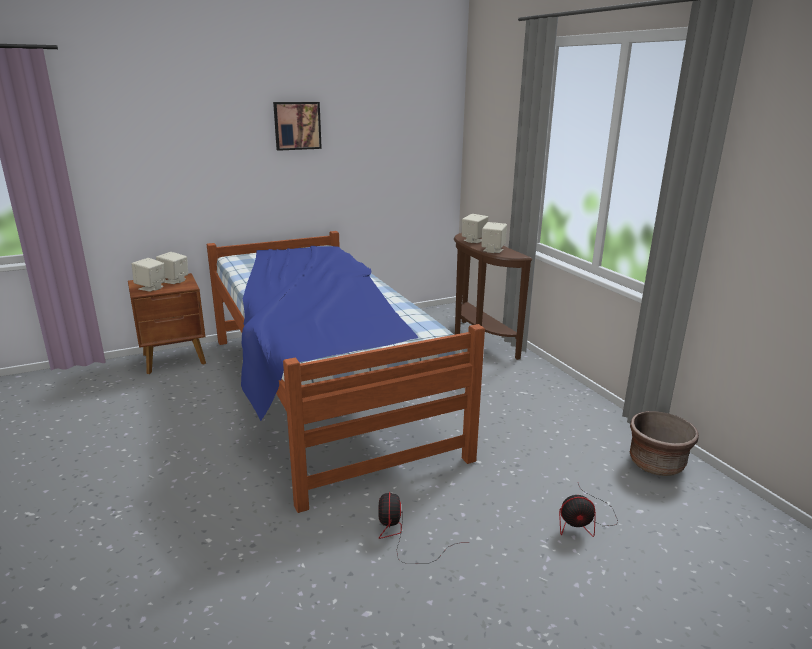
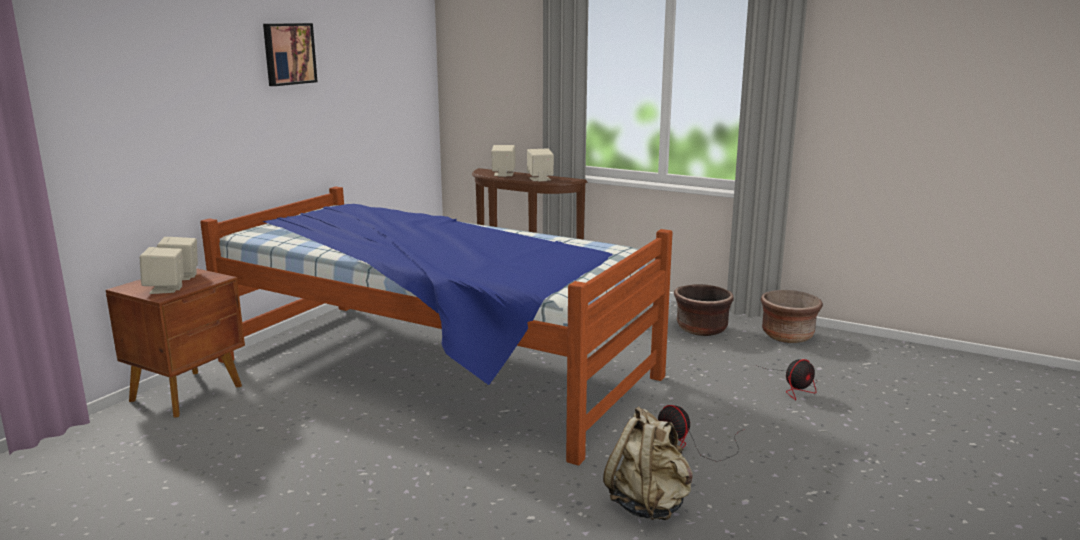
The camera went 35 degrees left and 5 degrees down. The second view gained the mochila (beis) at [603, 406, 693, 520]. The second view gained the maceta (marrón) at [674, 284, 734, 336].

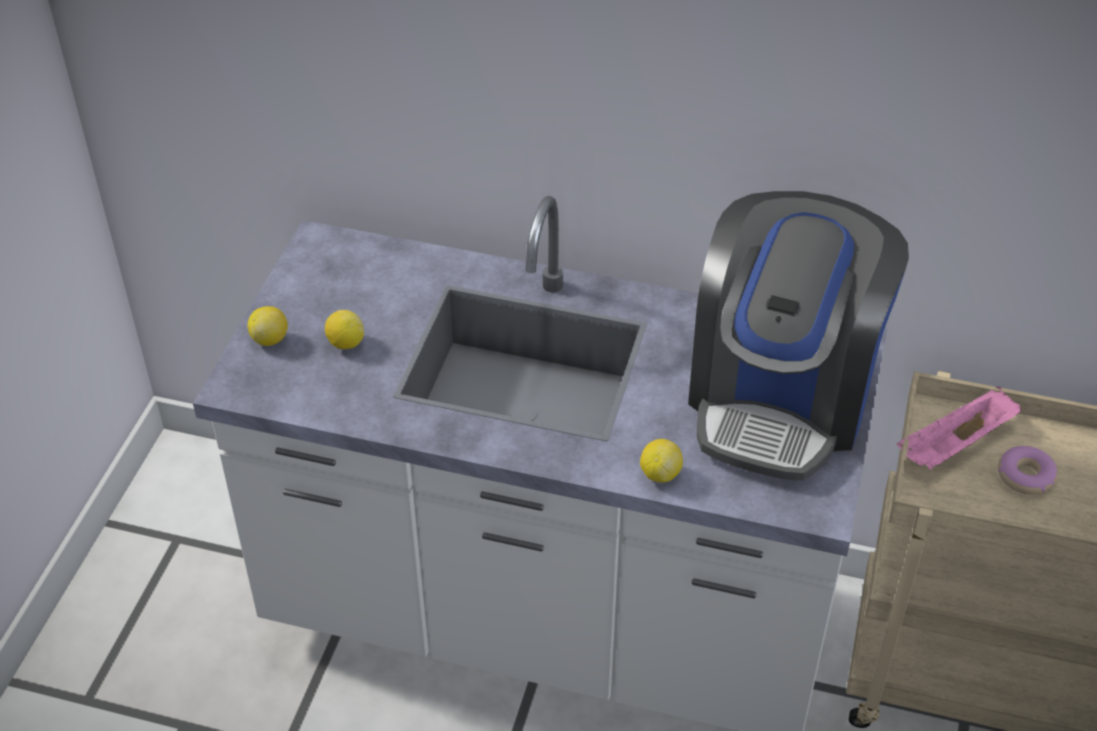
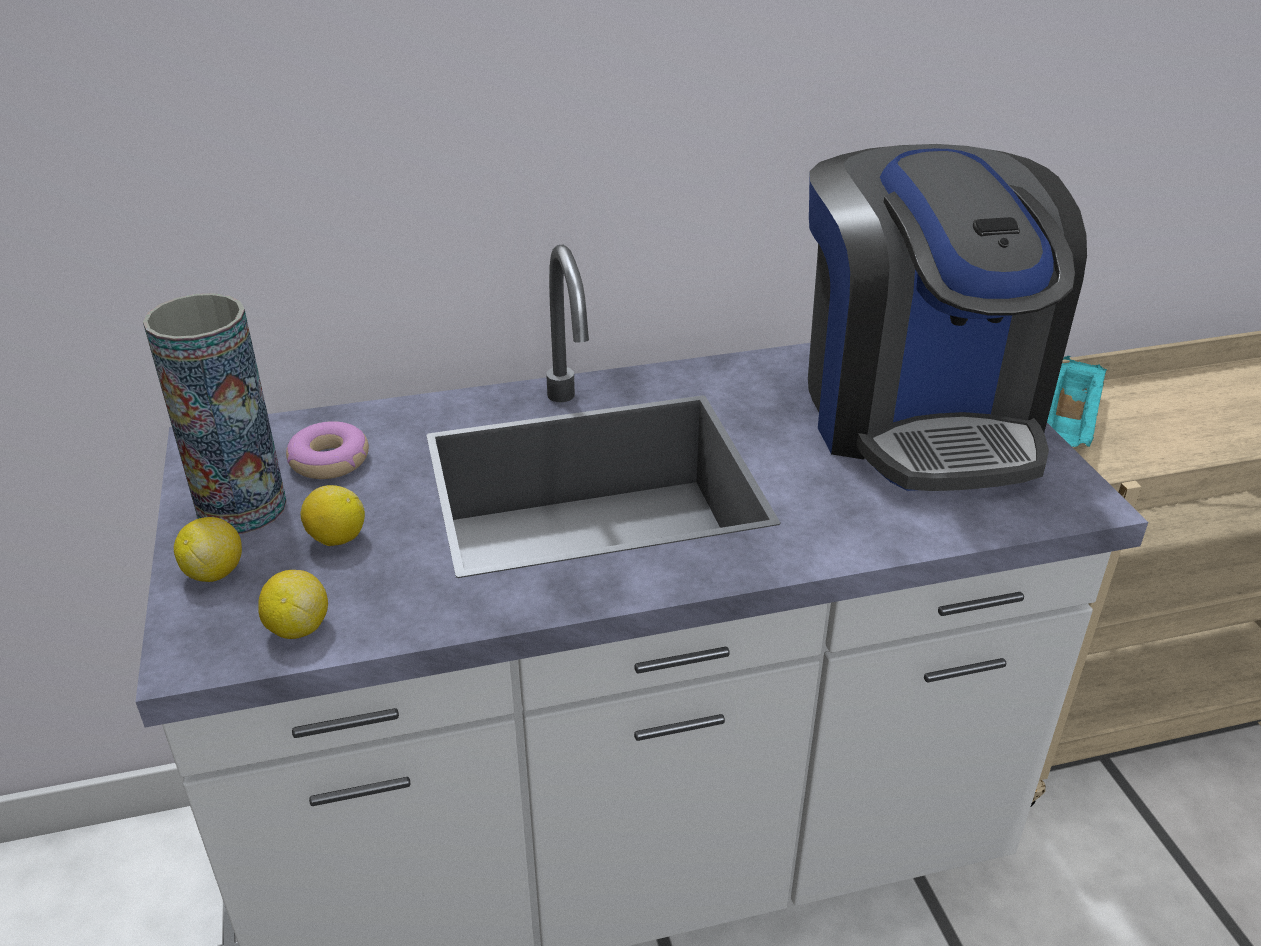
The camera went 30 degrees left and 10 degrees down. The second view gained the florero at [143, 293, 287, 534]. The limón ended up elsewhere, having gone from [640, 439, 683, 483] to [258, 570, 328, 639]. The rosquilla ended up elsewhere, having gone from [998, 446, 1058, 495] to [286, 421, 369, 479]. What was the bandeja (rosa) at [897, 386, 1021, 470] turned into the bandeja (turquesa) at [1047, 356, 1107, 447].

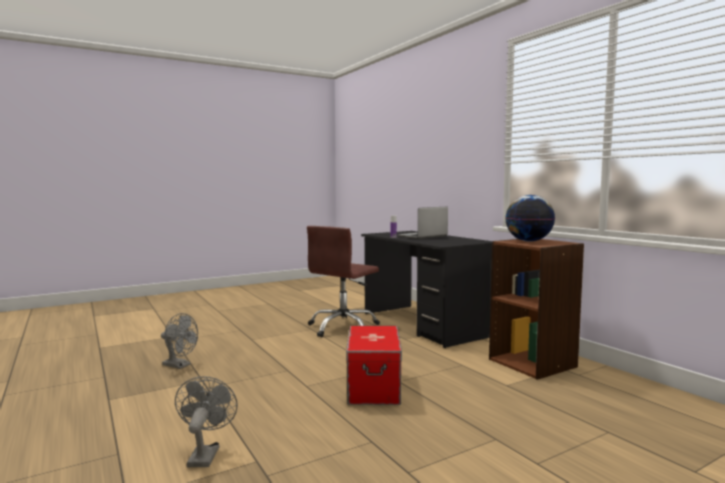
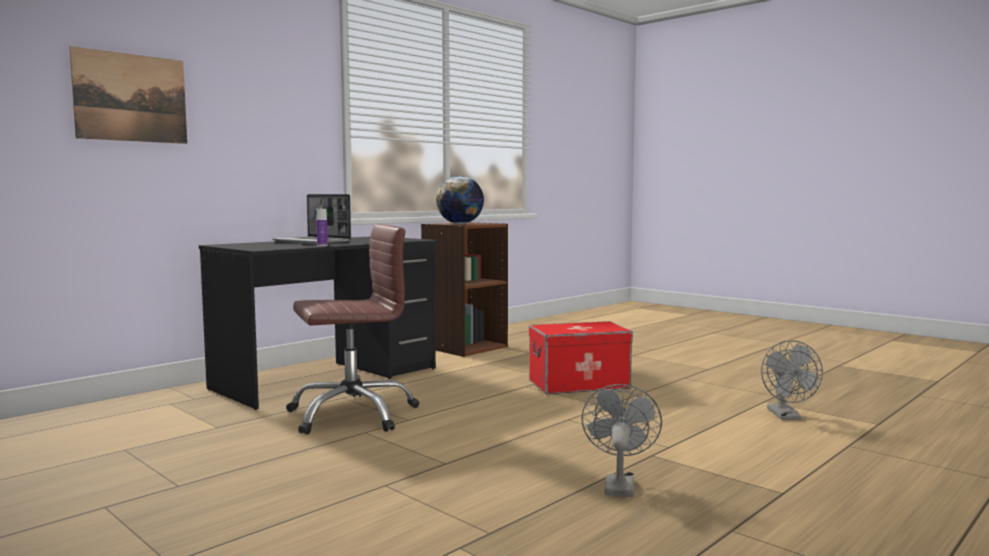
The camera went 105 degrees left and 0 degrees up. The second view gained the cuadro at [70, 46, 187, 144]. The silla de oficina (marrón) at [307, 226, 380, 337] ended up facing another way, 45 degrees counterclockwise from before. The ventilador (gris) at [175, 376, 238, 467] ended up facing another way, 75 degrees counterclockwise from before.

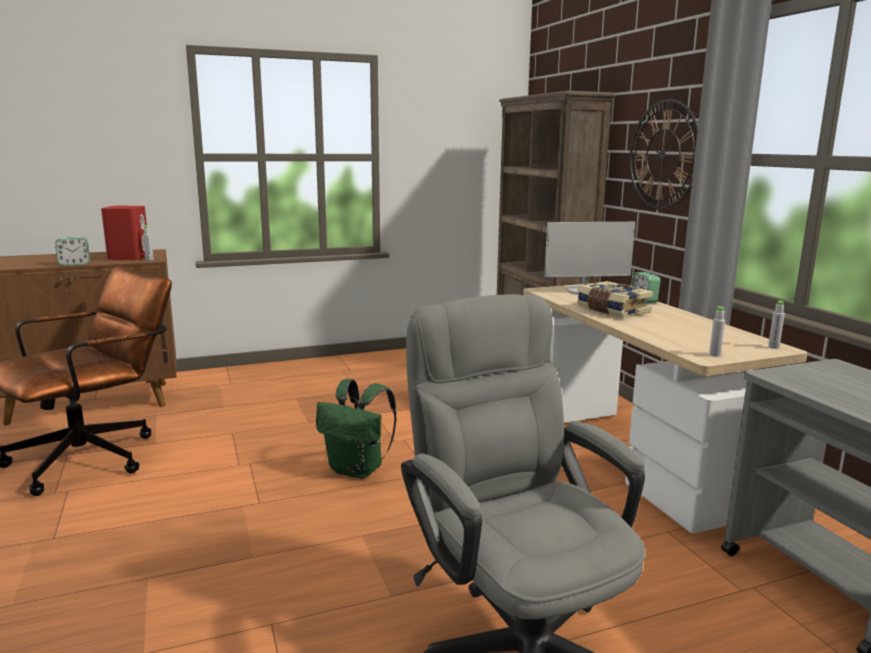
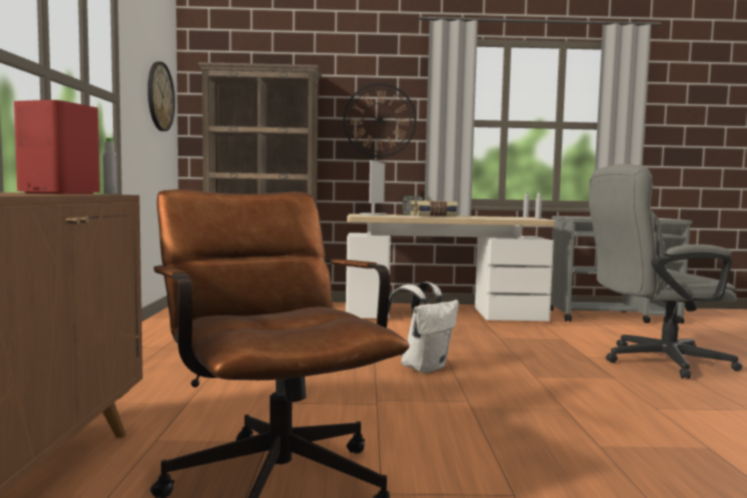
The camera went 70 degrees left and 10 degrees down. The second view gained the reloj de pared at [148, 62, 175, 131]. What was the mochila (verde) at [316, 379, 396, 479] turned into the mochila (blanco) at [388, 282, 459, 374]. The second view lost the despertador at [55, 237, 90, 266].

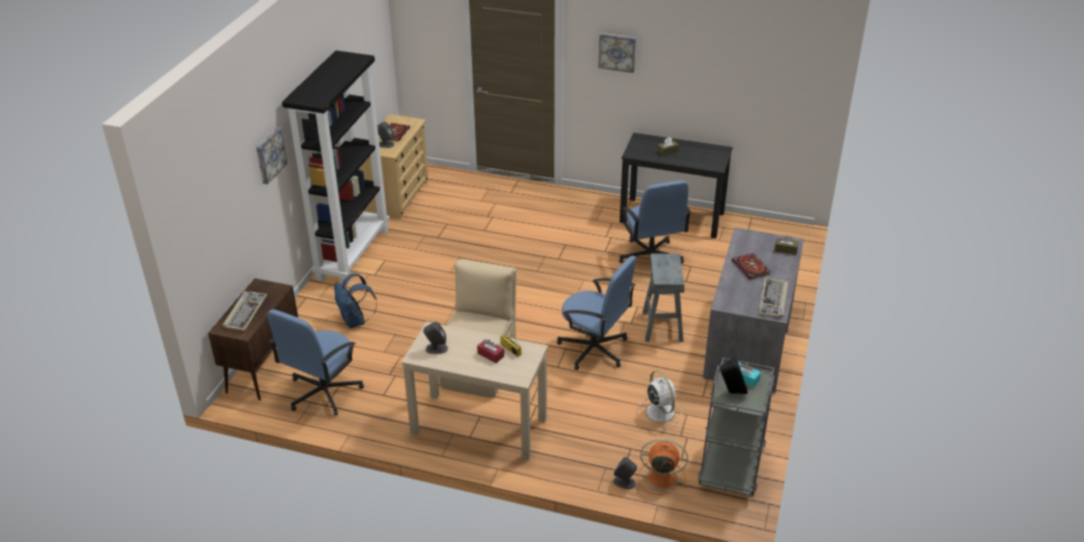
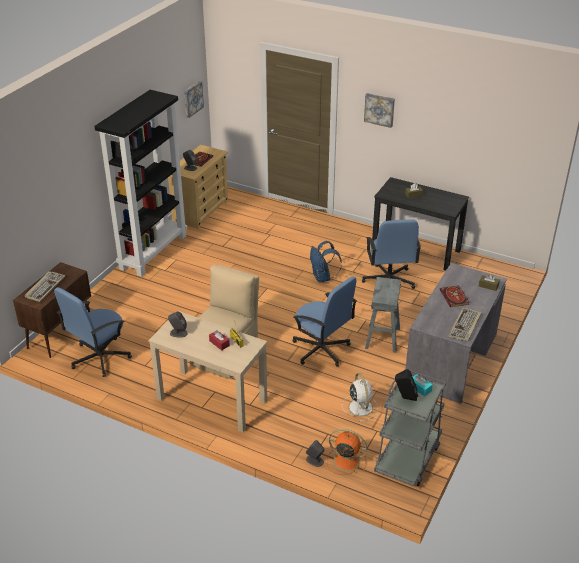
The camera went 10 degrees right and 0 degrees up. The cuadro ended up elsewhere, having gone from [256, 127, 287, 185] to [184, 81, 204, 118]. The mochila (azul) ended up elsewhere, having gone from [335, 273, 377, 329] to [310, 241, 342, 283].

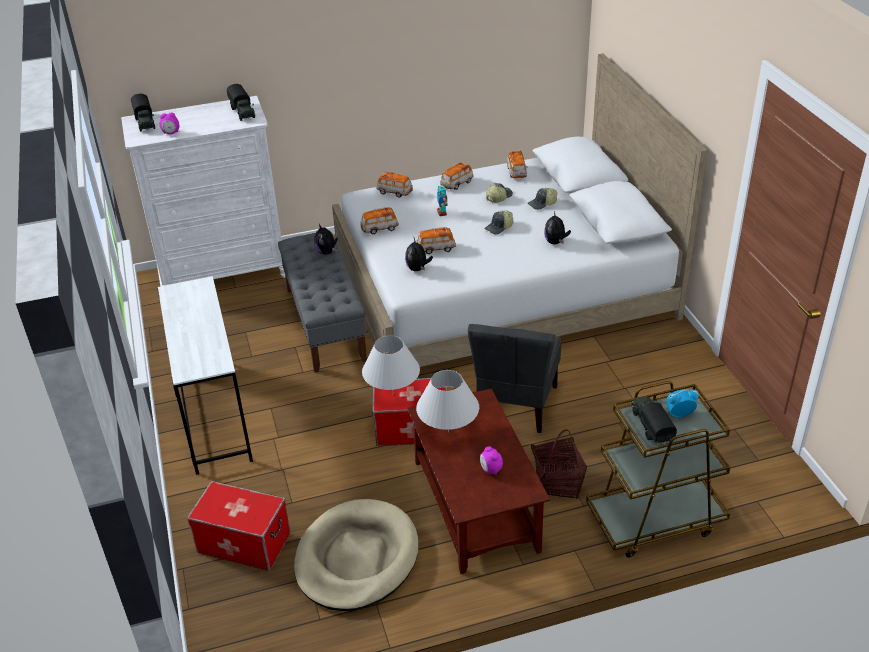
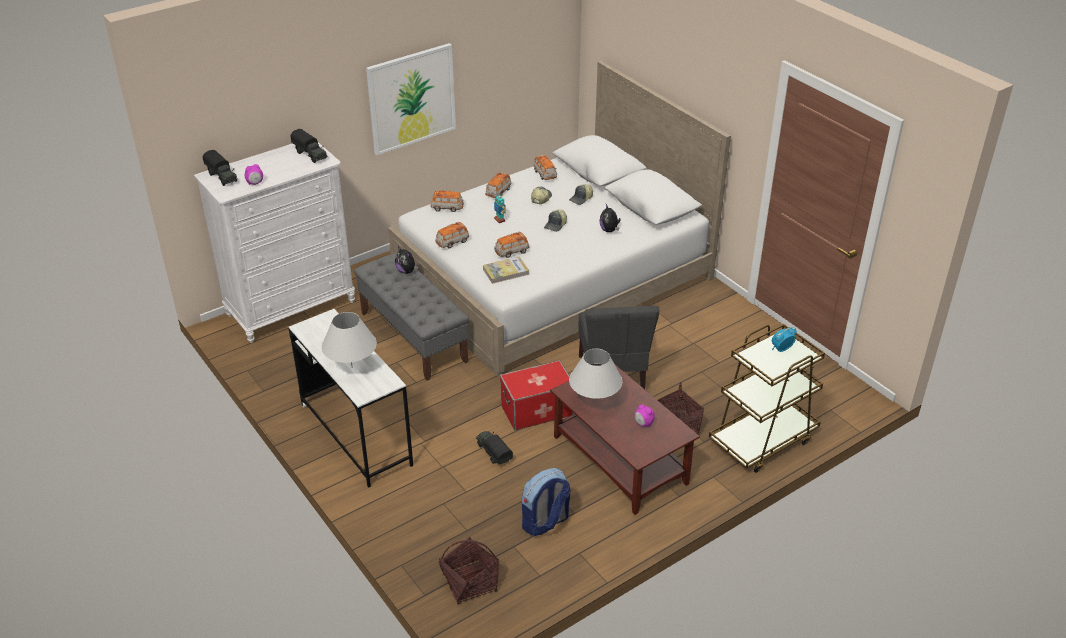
The camera went 20 degrees left and 0 degrees up. The lámpara de mesa (blanco) ended up elsewhere, having gone from [362, 335, 420, 394] to [322, 312, 377, 368]. The second view gained the cuadro at [366, 43, 456, 155]. The second view gained the cesta at [439, 536, 499, 604]. The camión de juguete ended up elsewhere, having gone from [632, 397, 677, 443] to [476, 431, 513, 465]. Where the peluche stood at [405, 238, 433, 271], the libro came to stand at [483, 257, 529, 284]. Where the cama para perro (beis) stood at [294, 499, 419, 611], the mochila came to stand at [522, 468, 570, 536]. The second view lost the caja de almacenaje at [187, 481, 290, 571].

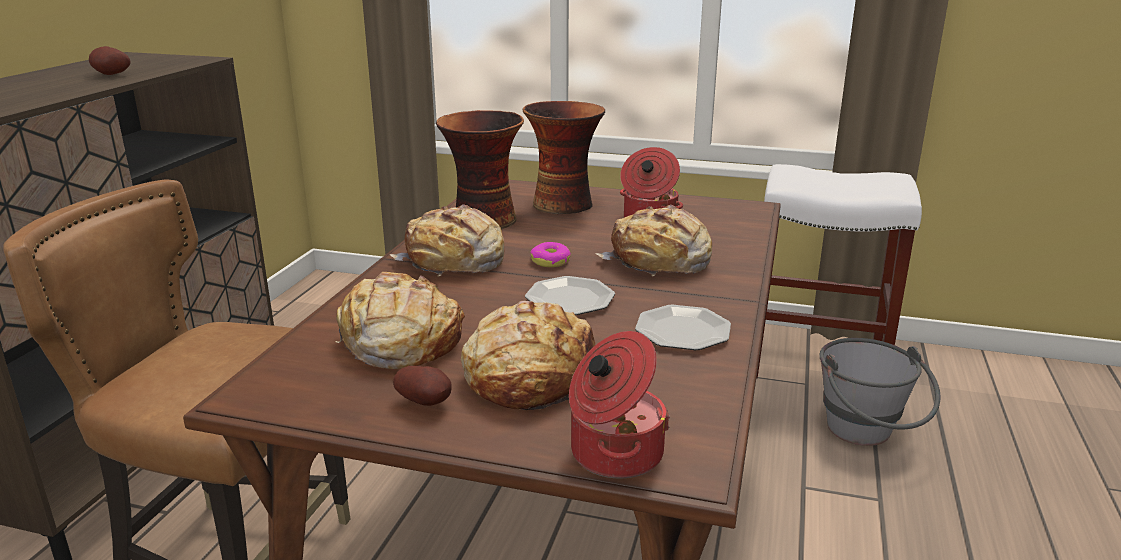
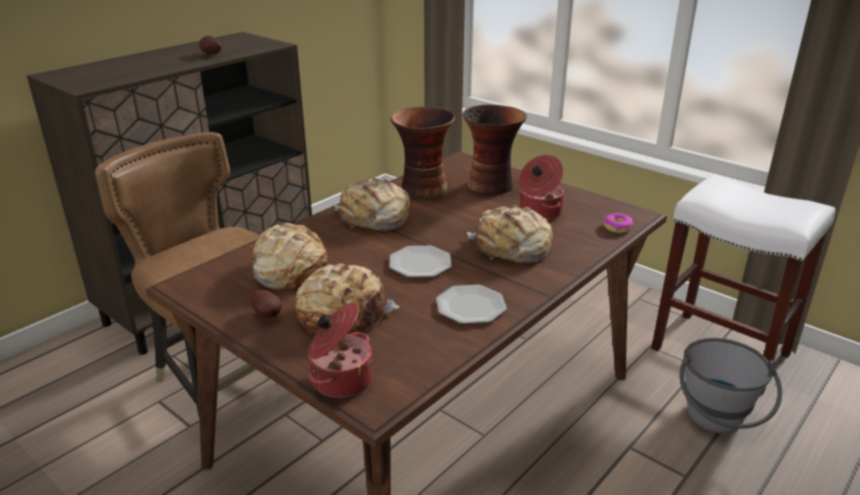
The camera went 25 degrees right and 5 degrees up. The rosquilla ended up elsewhere, having gone from [530, 242, 571, 267] to [604, 213, 633, 233].

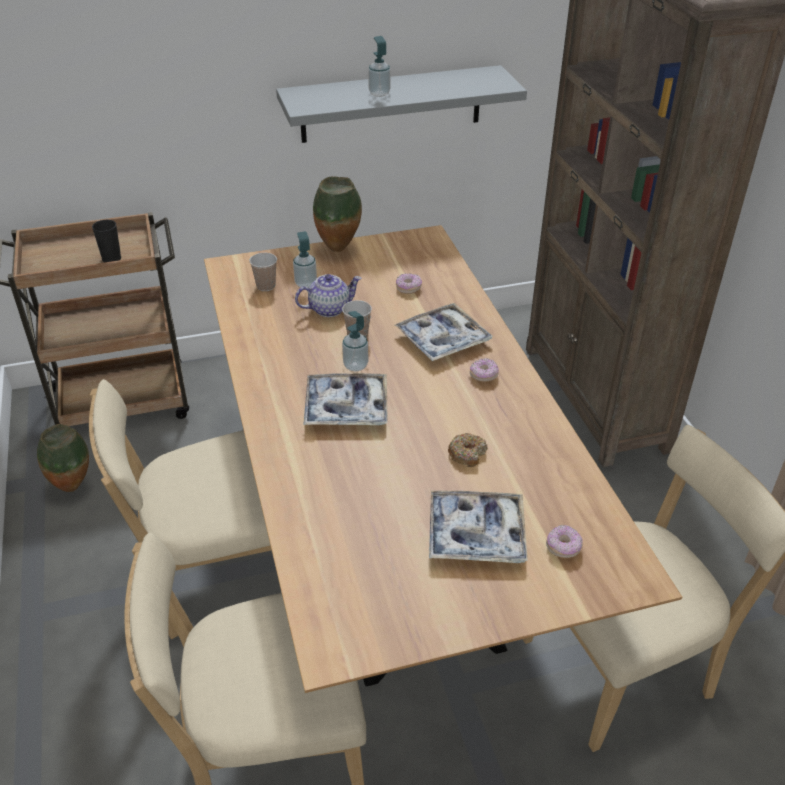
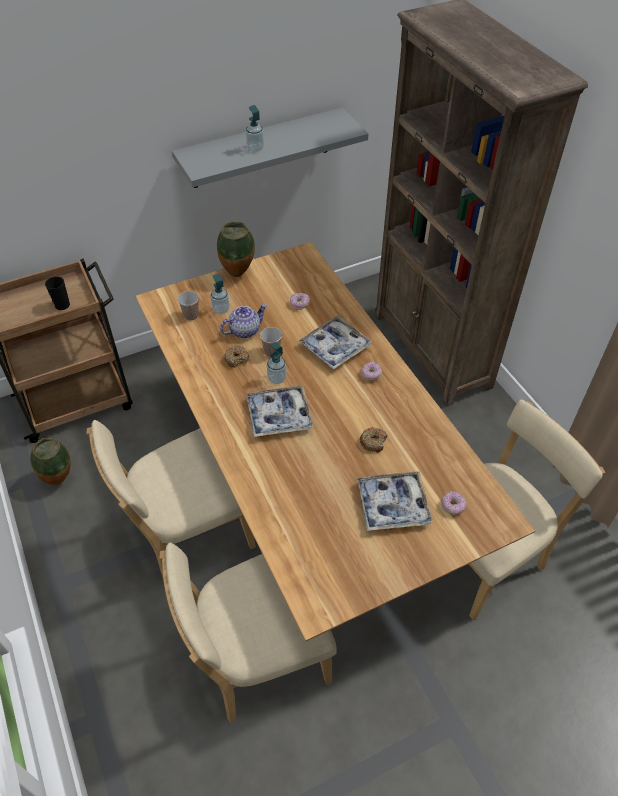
The camera went 10 degrees left and 10 degrees up. The second view gained the rosquilla at [224, 345, 249, 367].

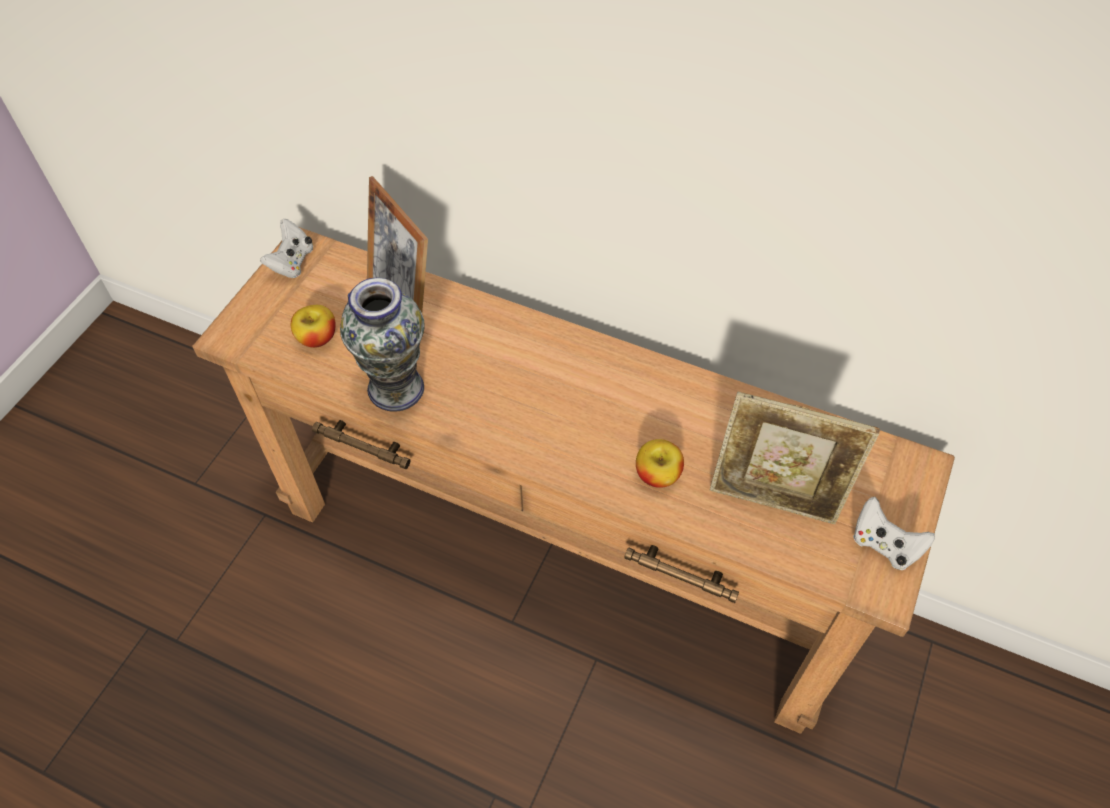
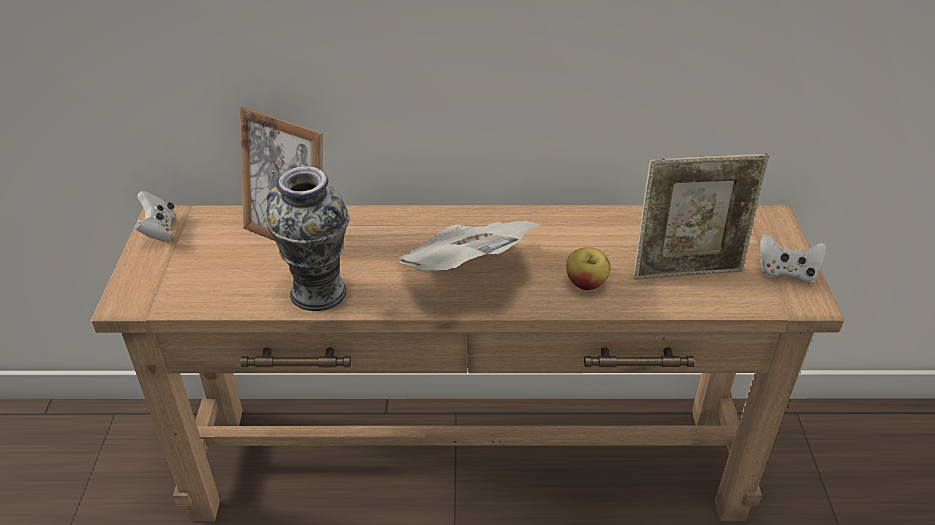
The camera went 25 degrees left and 15 degrees down. The second view gained the periódico at [396, 220, 540, 271]. The second view lost the manzana at [291, 305, 336, 348].

